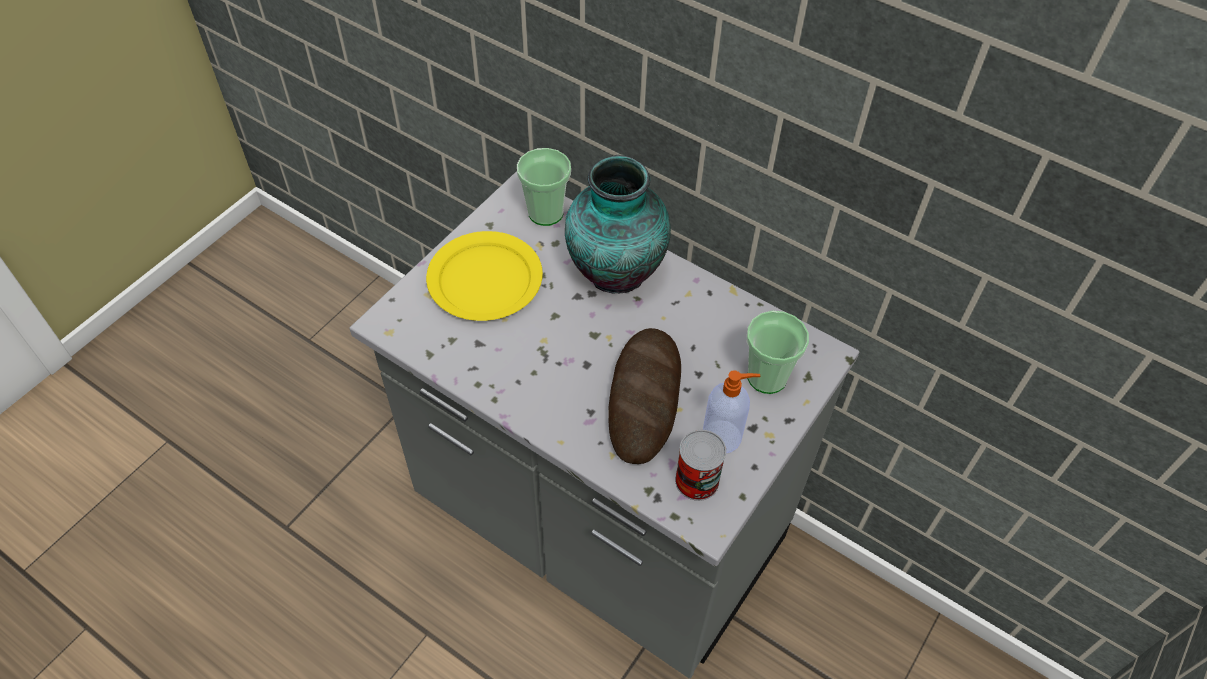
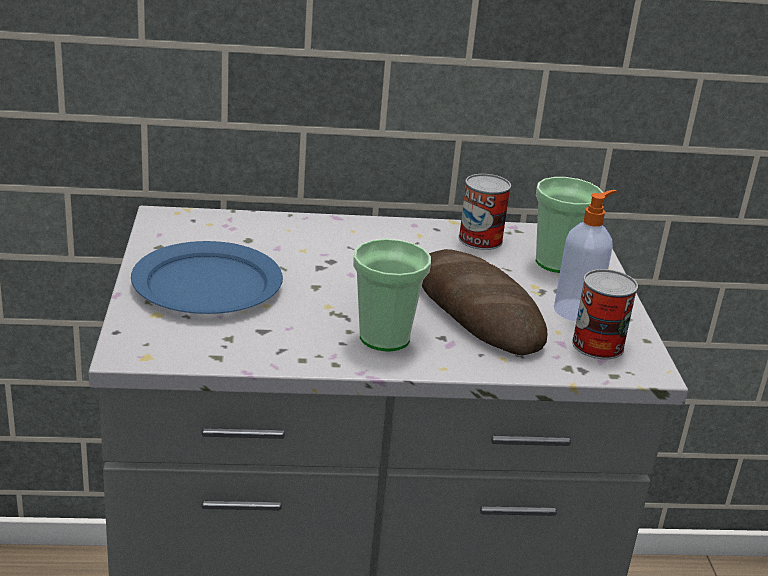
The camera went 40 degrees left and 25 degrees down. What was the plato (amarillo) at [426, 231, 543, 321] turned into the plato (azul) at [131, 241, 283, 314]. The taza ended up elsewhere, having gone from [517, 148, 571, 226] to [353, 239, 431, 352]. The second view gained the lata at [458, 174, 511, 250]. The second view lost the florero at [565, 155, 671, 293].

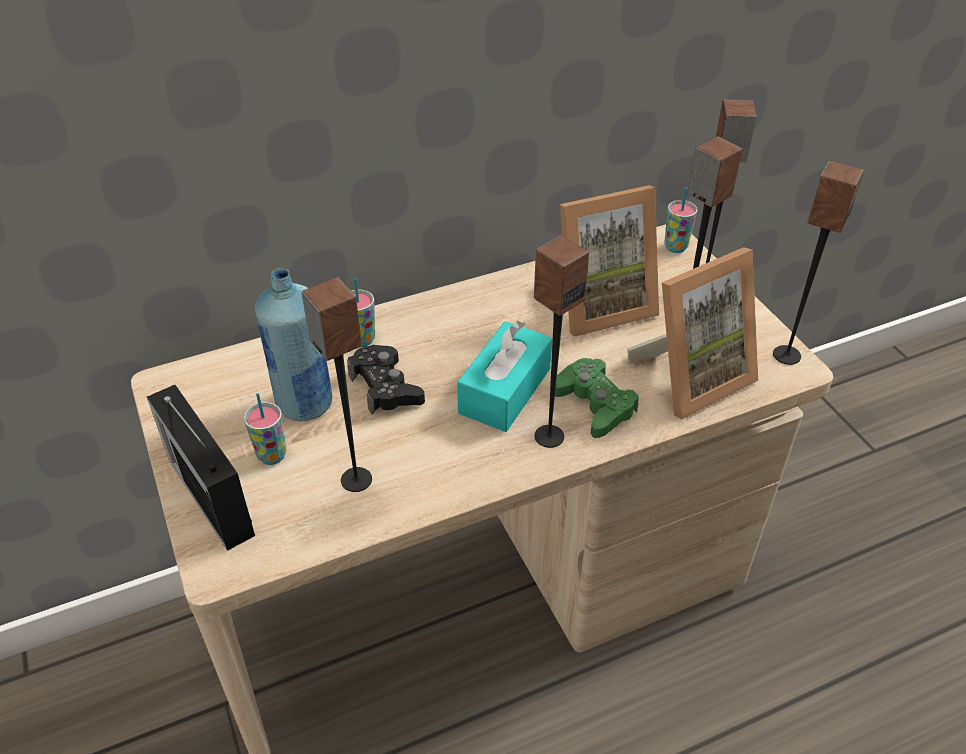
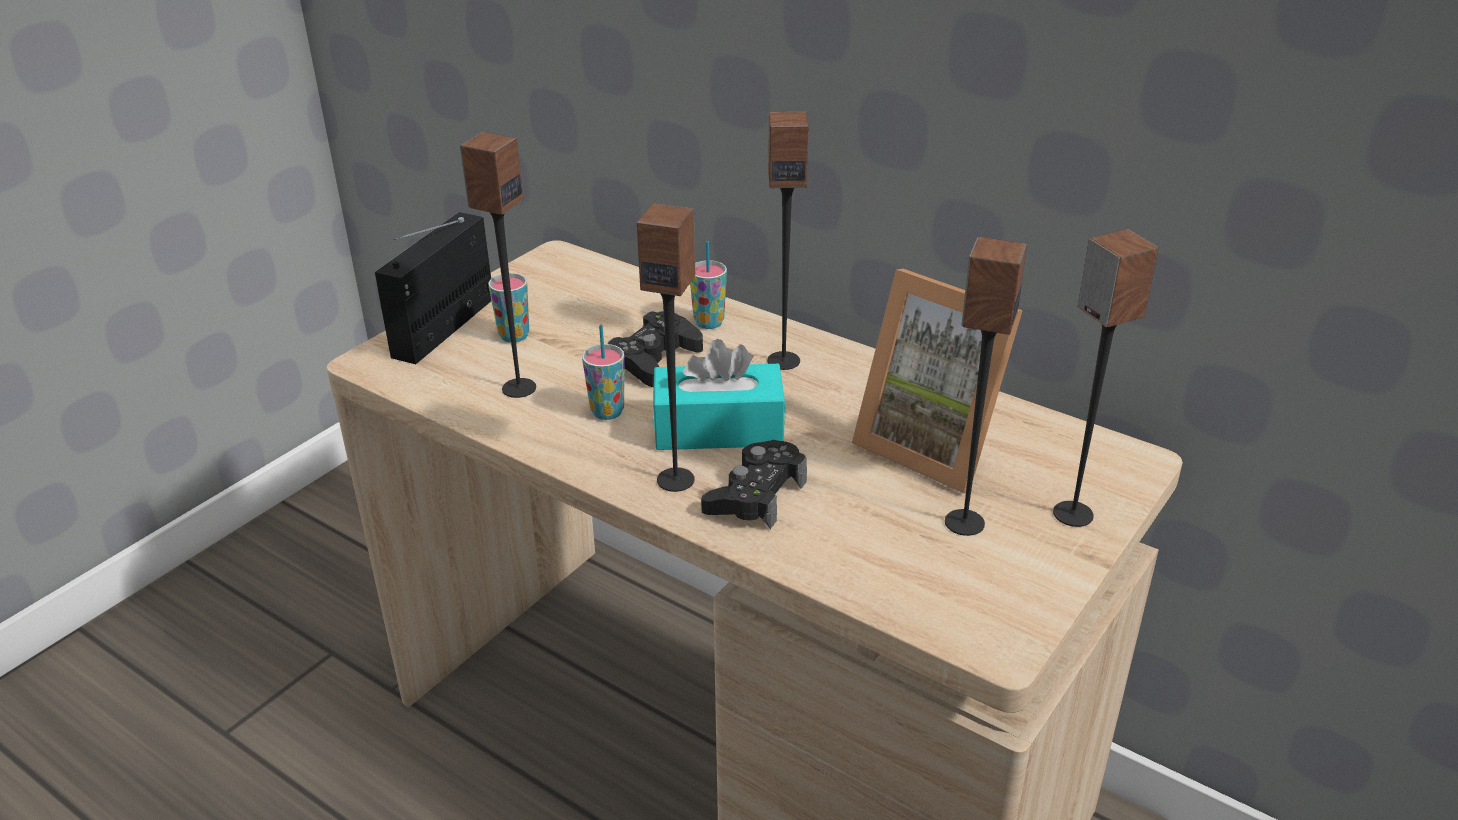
The camera went 60 degrees right and 10 degrees down. The taza ended up elsewhere, having gone from [665, 187, 698, 253] to [582, 325, 625, 420]. What was the mando de consola (verde) at [555, 358, 639, 438] turned into the mando de consola (negro) at [701, 440, 807, 529]. The altavoz ended up elsewhere, having gone from [773, 161, 864, 365] to [767, 112, 809, 370]. The second view lost the botella (azul) at [255, 268, 332, 421]. The second view lost the portarretratos at [627, 247, 758, 419].

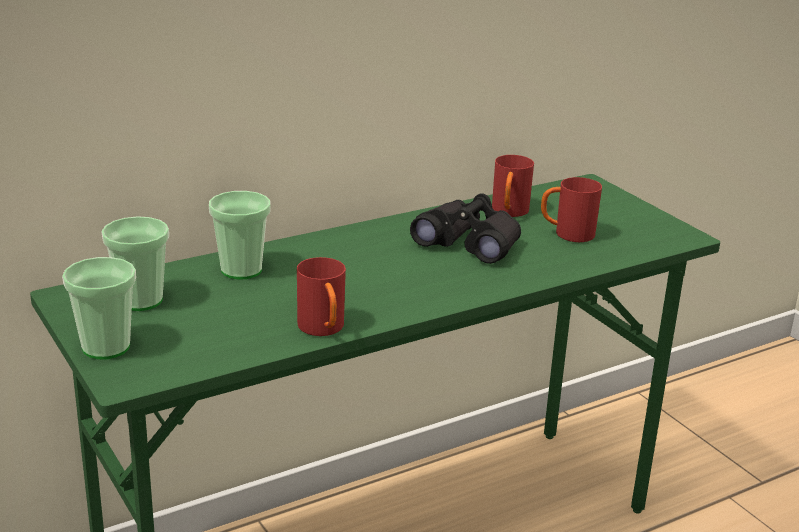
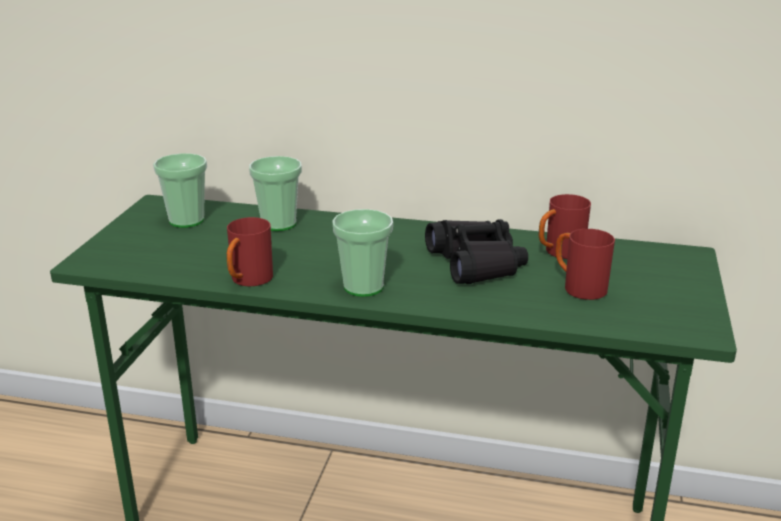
The camera went 45 degrees right and 0 degrees up. The taza ended up elsewhere, having gone from [62, 257, 136, 359] to [332, 209, 393, 297].

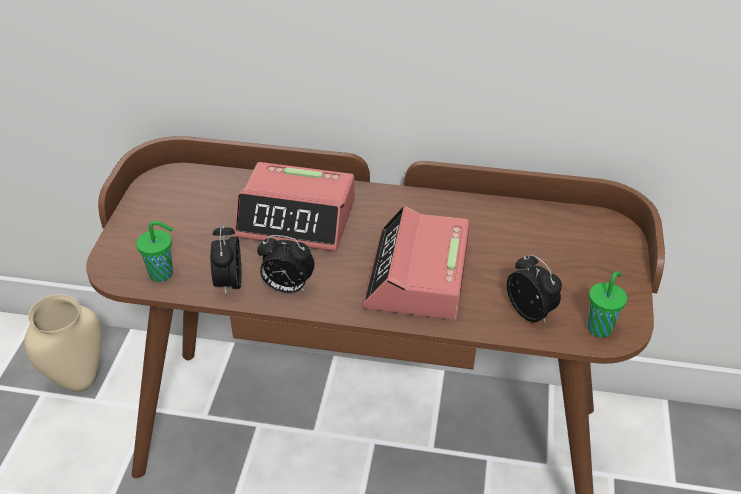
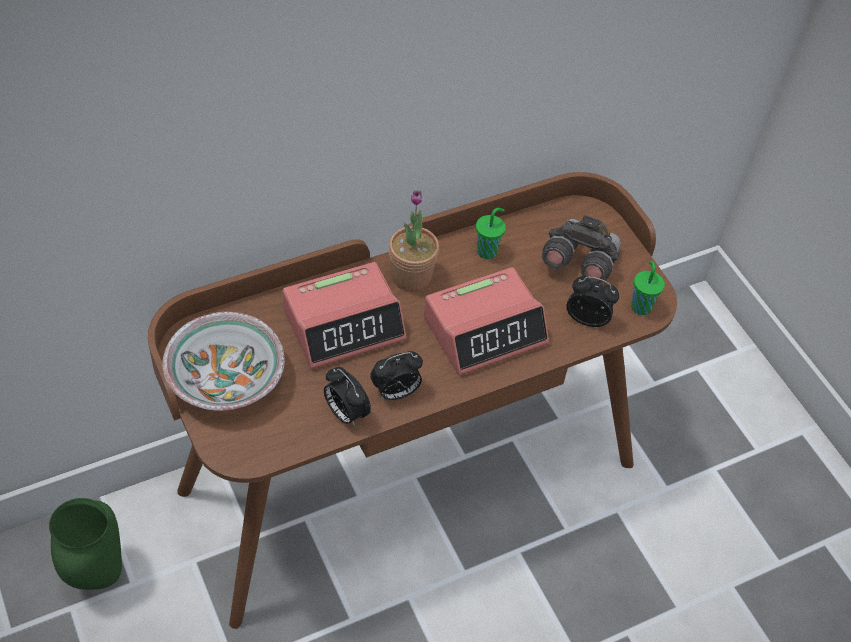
The camera went 40 degrees left and 10 degrees up. What was the florero (beis) at [24, 294, 102, 392] turned into the florero (verde) at [49, 498, 122, 590]. The second view gained the cuenco at [162, 312, 285, 411]. The second view gained the planta en maceta at [389, 191, 439, 292]. The despertador at [363, 206, 470, 320] ended up facing another way, 90 degrees counterclockwise from before. The taza (verde) ended up elsewhere, having gone from [136, 221, 173, 282] to [476, 208, 506, 259]. The second view gained the prismáticos (gris) at [542, 215, 621, 283].

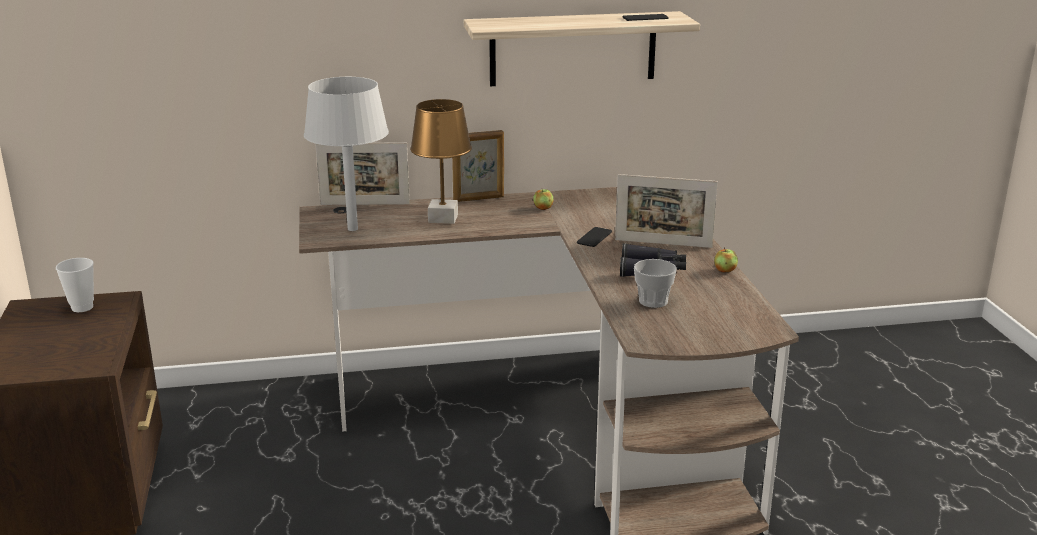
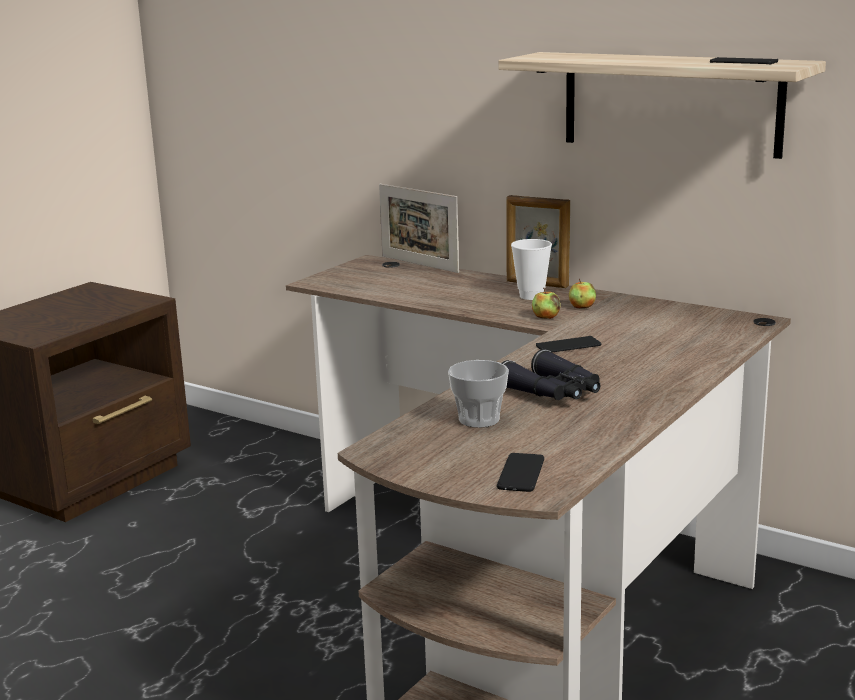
The camera went 45 degrees right and 5 degrees down. The second view gained the móvil at [497, 453, 544, 492]. The taza ended up elsewhere, having gone from [56, 258, 94, 312] to [511, 239, 552, 300]. The manzana ended up elsewhere, having gone from [714, 247, 738, 273] to [532, 288, 561, 319]. The second view lost the lámpara de mesa (gris) at [304, 77, 389, 231]. The second view lost the lámpara de mesa (marrón) at [410, 99, 472, 224]. The second view lost the portarretratos at [615, 174, 718, 248].

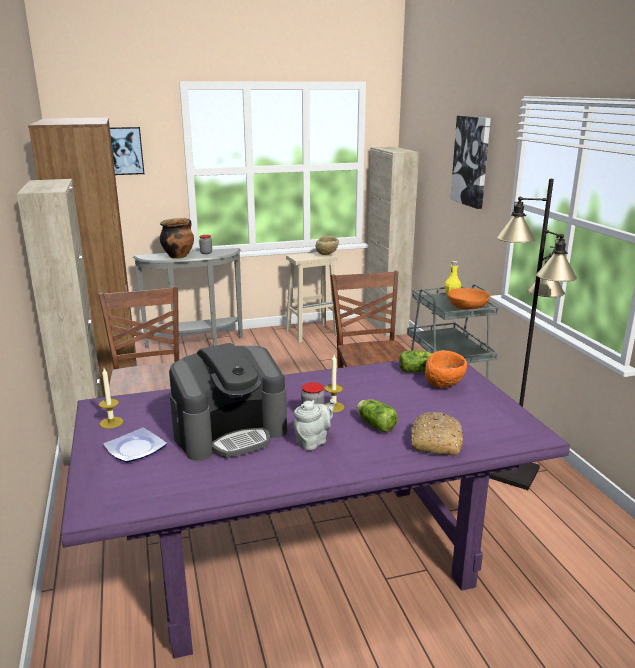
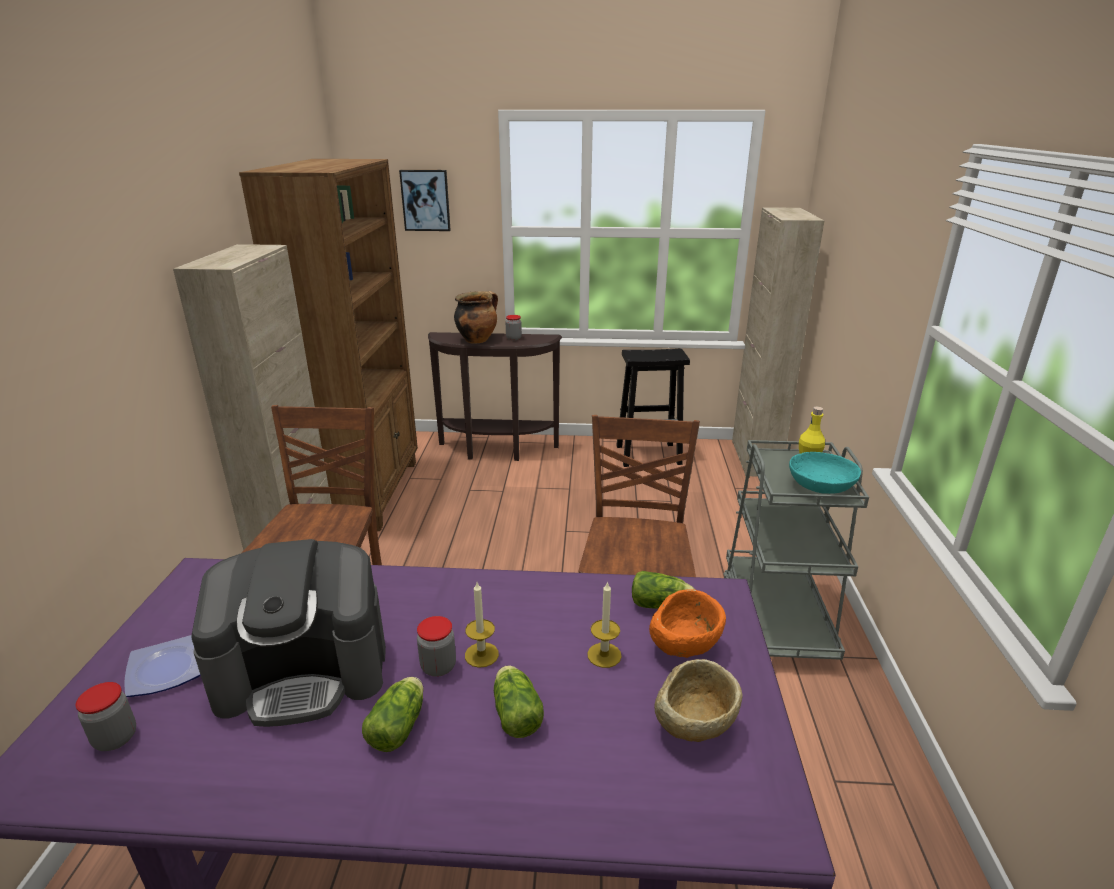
The camera went 20 degrees right and 5 degrees up. The second view gained the tarro at [76, 682, 136, 751]. Where the tetera (gris) stood at [294, 399, 335, 450], the lechuga came to stand at [362, 677, 424, 752]. What was the mesa consola (gris) at [133, 248, 243, 354] turned into the mesa consola (marrón) at [428, 332, 562, 461]. The vela ended up elsewhere, having gone from [99, 368, 123, 429] to [588, 581, 622, 668]. What was the taburete (beis) at [286, 252, 338, 343] turned into the taburete (negro) at [616, 348, 690, 467]. The cuenco (beis) ended up elsewhere, having gone from [316, 236, 339, 255] to [654, 659, 742, 742]. What was the cuenco (naranja) at [447, 288, 491, 310] turned into the cuenco (turquesa) at [789, 452, 861, 494]. The second view lost the pan at [411, 412, 463, 456]. The second view lost the cuadro at [450, 116, 491, 209]. The second view lost the lámpara de pie (negro) at [489, 179, 577, 490].

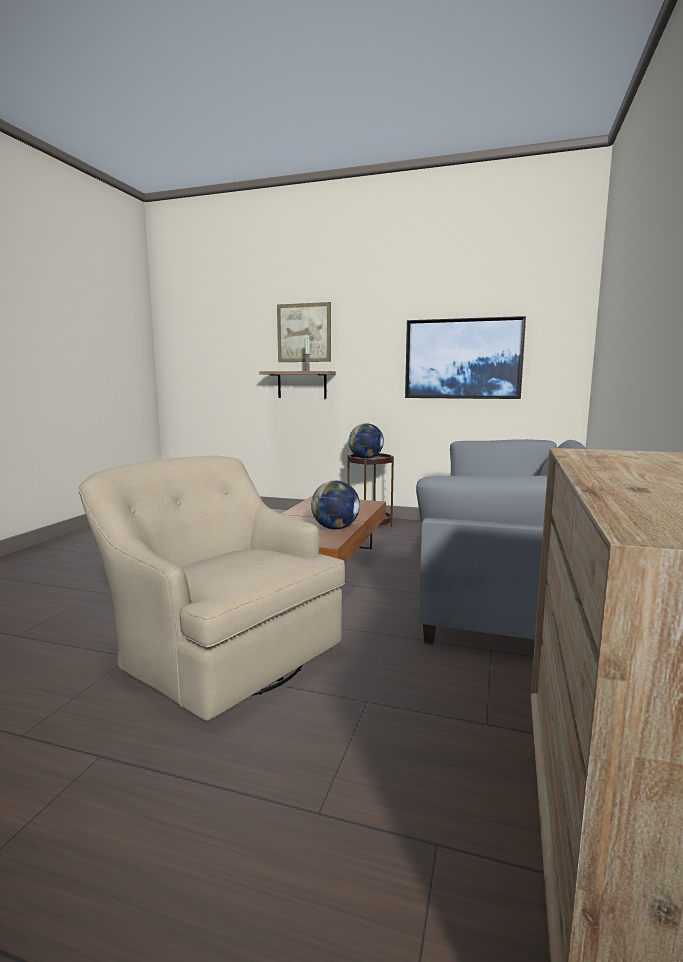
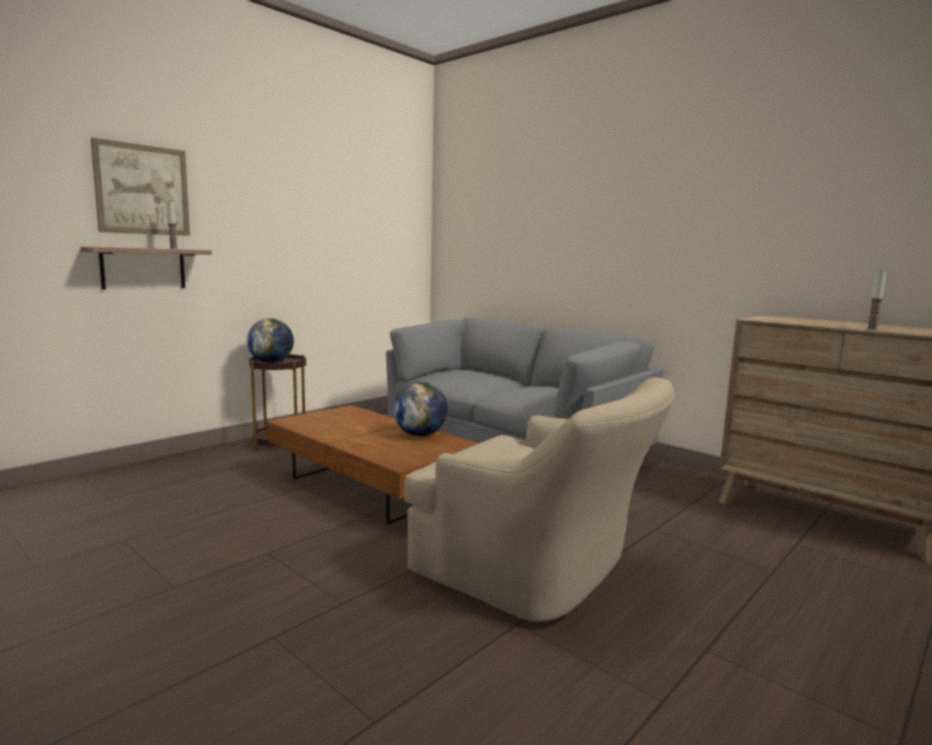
The camera went 65 degrees left and 0 degrees up. The sillón (beis) at [78, 456, 345, 721] ended up facing another way, 120 degrees counterclockwise from before. The second view gained the vela at [866, 270, 887, 330]. The second view lost the cuadro at [405, 316, 526, 399].

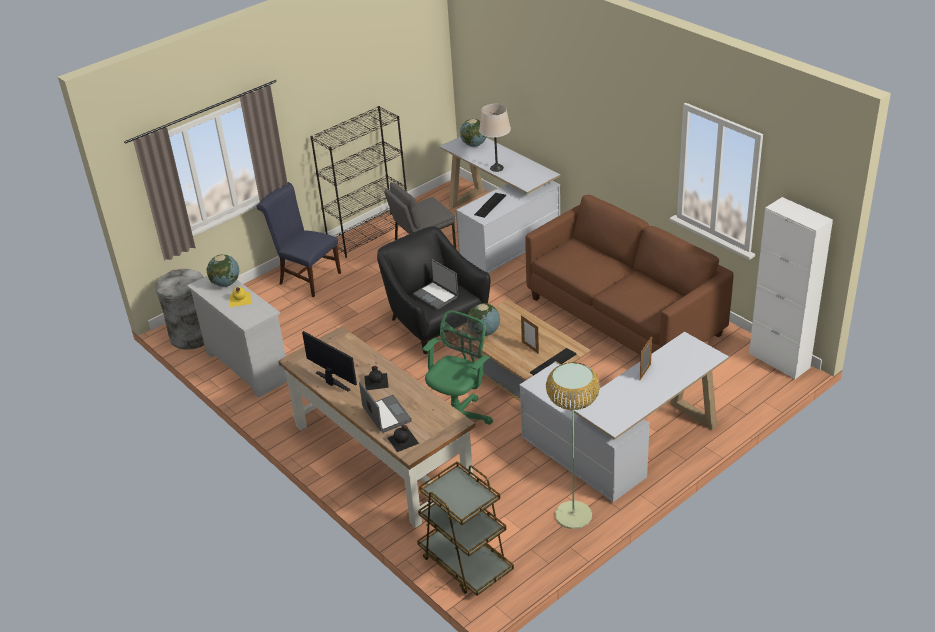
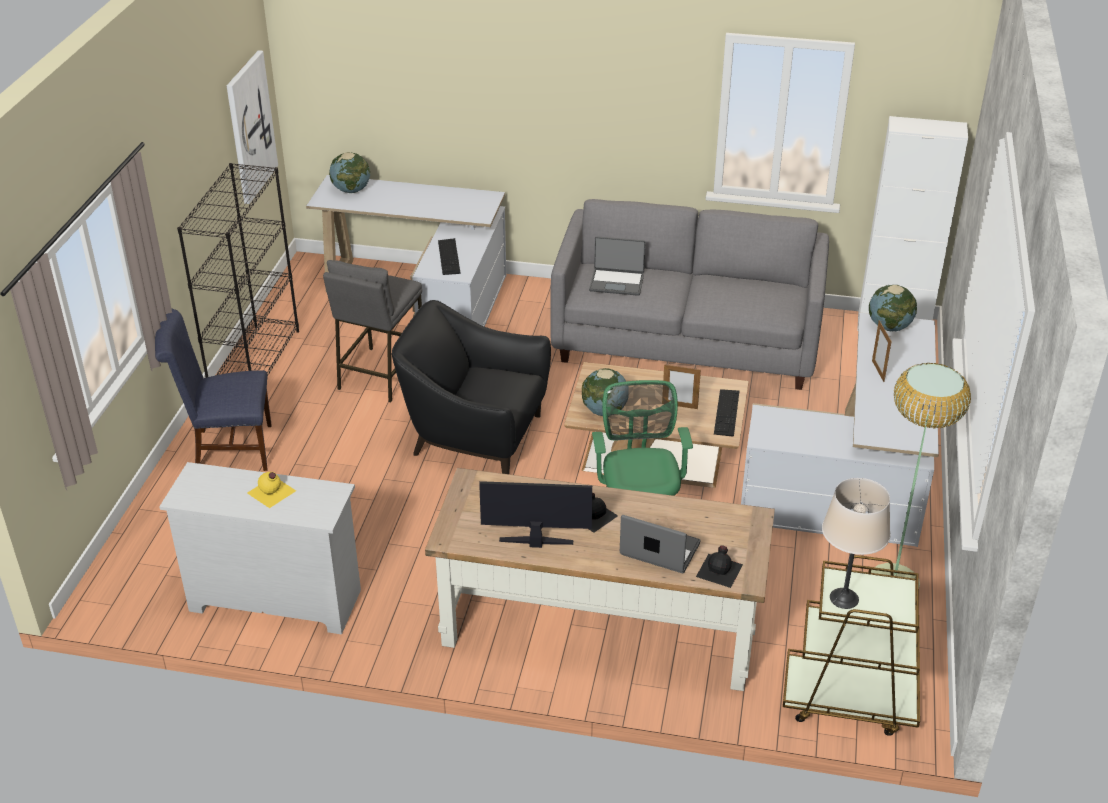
The camera went 40 degrees left and 0 degrees up. The second view gained the cuadro at [227, 50, 278, 204]. What was the sofá (marrón) at [525, 195, 734, 355] turned into the sofá (gris) at [550, 199, 829, 390]. The portátil ended up elsewhere, having gone from [413, 259, 458, 310] to [589, 236, 646, 296]. The lámpara de mesa (beis) ended up elsewhere, having gone from [479, 104, 511, 172] to [822, 478, 890, 609]. The globo terráqueo ended up elsewhere, having gone from [206, 255, 239, 287] to [869, 285, 917, 331]. The second view lost the papelera (gris) at [156, 269, 204, 350].

